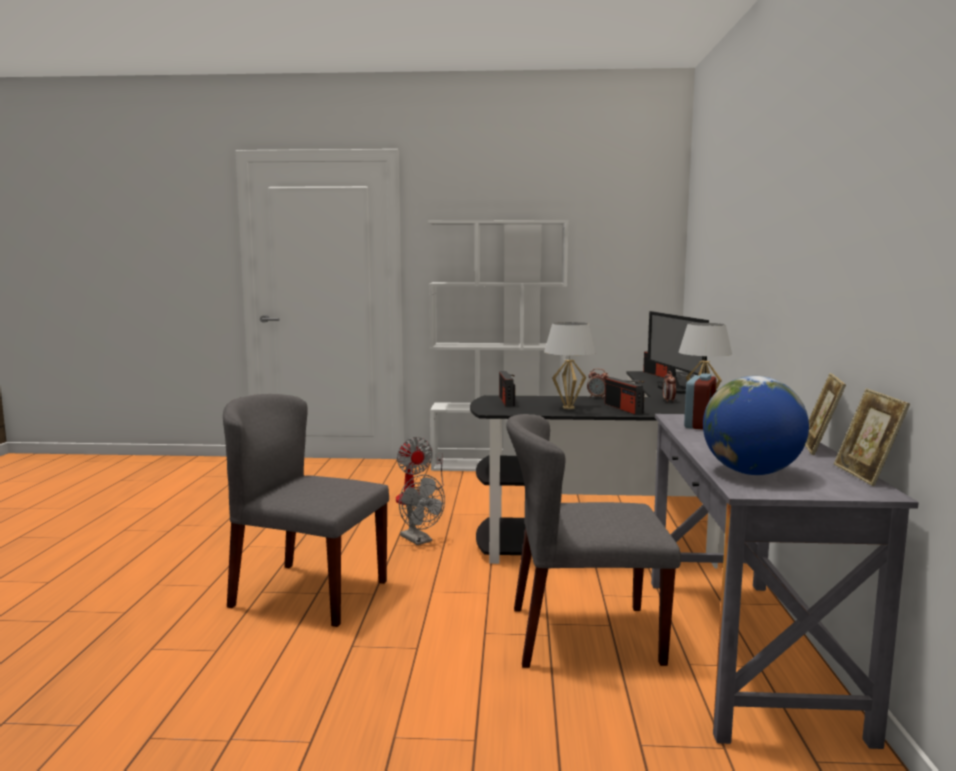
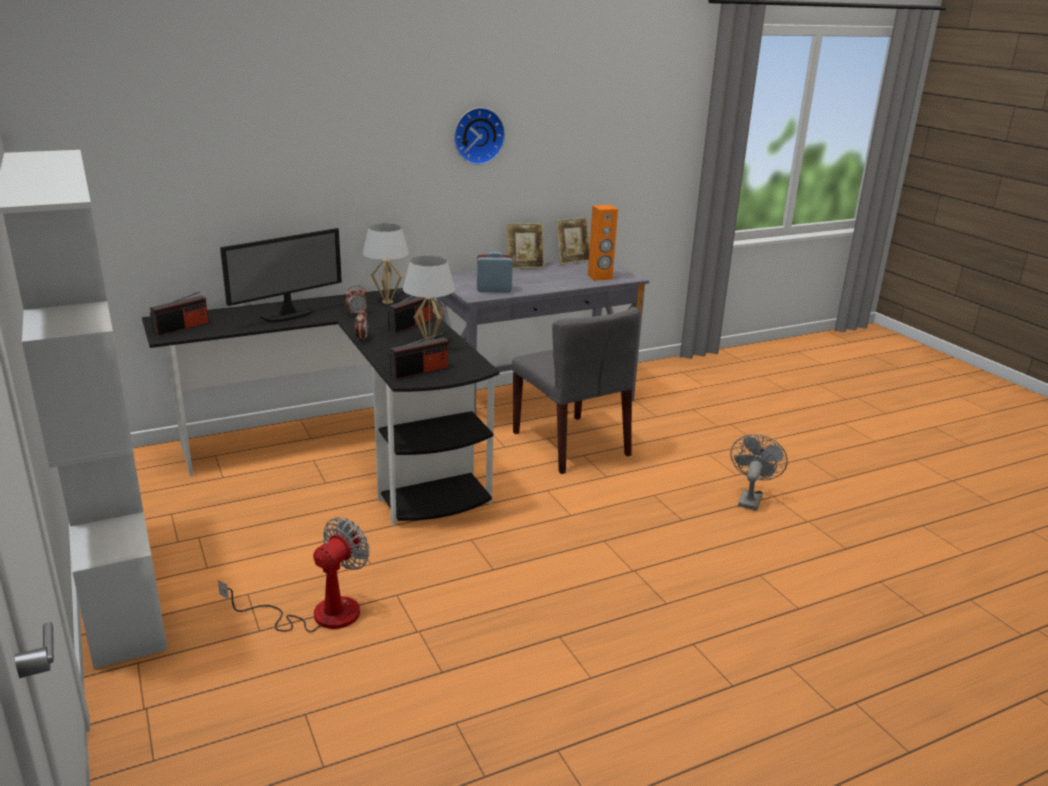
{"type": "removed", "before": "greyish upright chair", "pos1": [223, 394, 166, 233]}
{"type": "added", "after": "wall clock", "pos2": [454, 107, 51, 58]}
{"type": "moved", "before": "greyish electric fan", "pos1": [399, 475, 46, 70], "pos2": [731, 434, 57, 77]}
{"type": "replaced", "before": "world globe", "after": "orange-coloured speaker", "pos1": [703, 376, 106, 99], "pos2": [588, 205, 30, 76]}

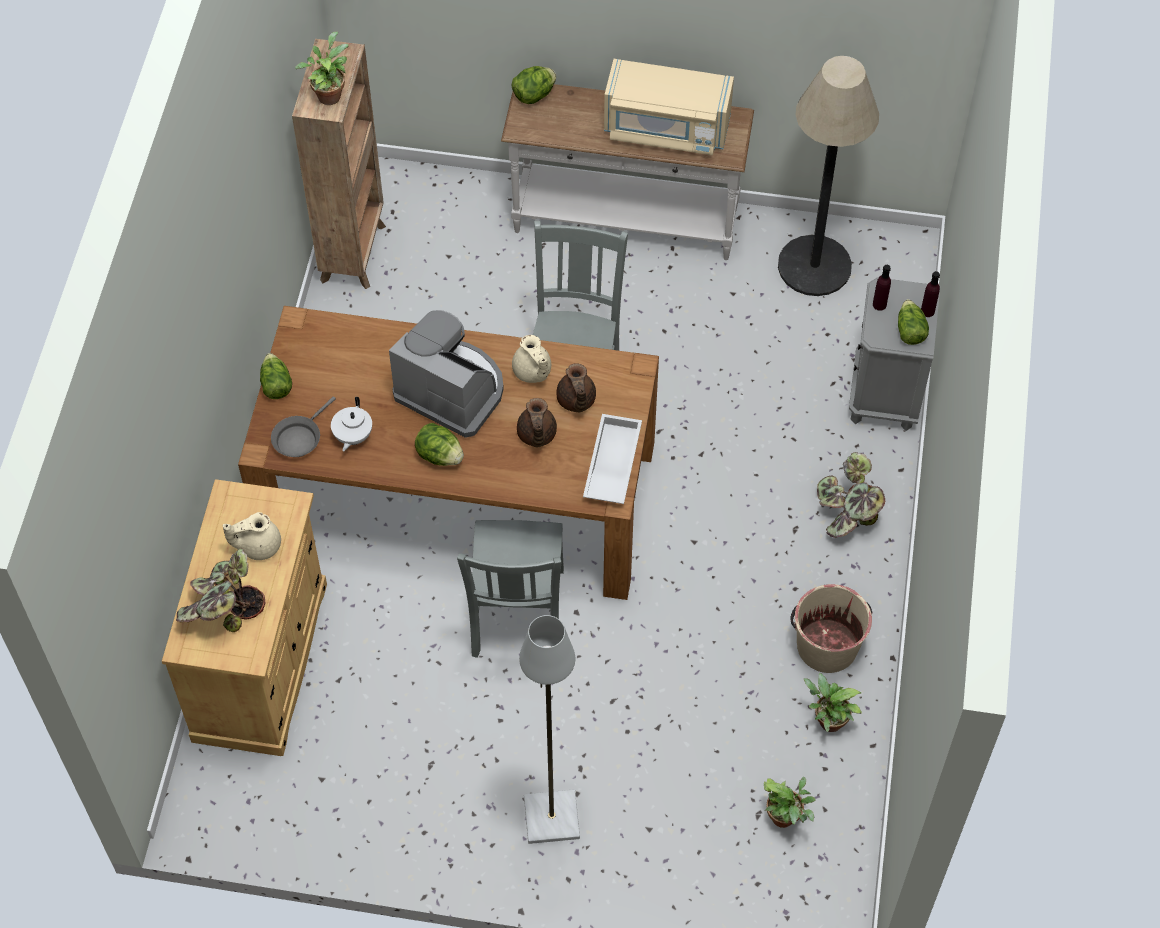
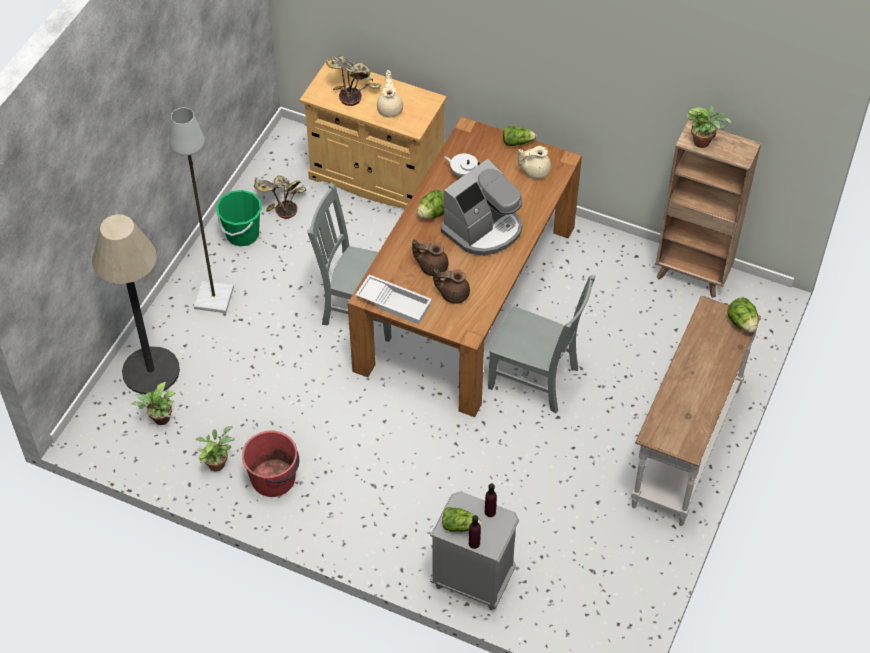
{"type": "removed", "before": "greyish skillet", "pos1": [271, 396, 65, 61]}
{"type": "removed", "before": "beige microwave", "pos1": [604, 59, 130, 96]}
{"type": "added", "after": "green water bucket", "pos2": [216, 190, 46, 56]}
{"type": "moved", "before": "beige teapot", "pos1": [512, 335, 39, 48], "pos2": [518, 146, 33, 33]}
{"type": "moved", "before": "standing lamp", "pos1": [778, 56, 101, 240], "pos2": [92, 214, 88, 180]}
{"type": "moved", "before": "plant in a pot", "pos1": [817, 452, 68, 86], "pos2": [254, 176, 52, 43]}
{"type": "recoloured", "before": "beige water bucket", "after": "reddish water bucket", "pos1": [790, 584, 83, 89], "pos2": [242, 430, 58, 67]}

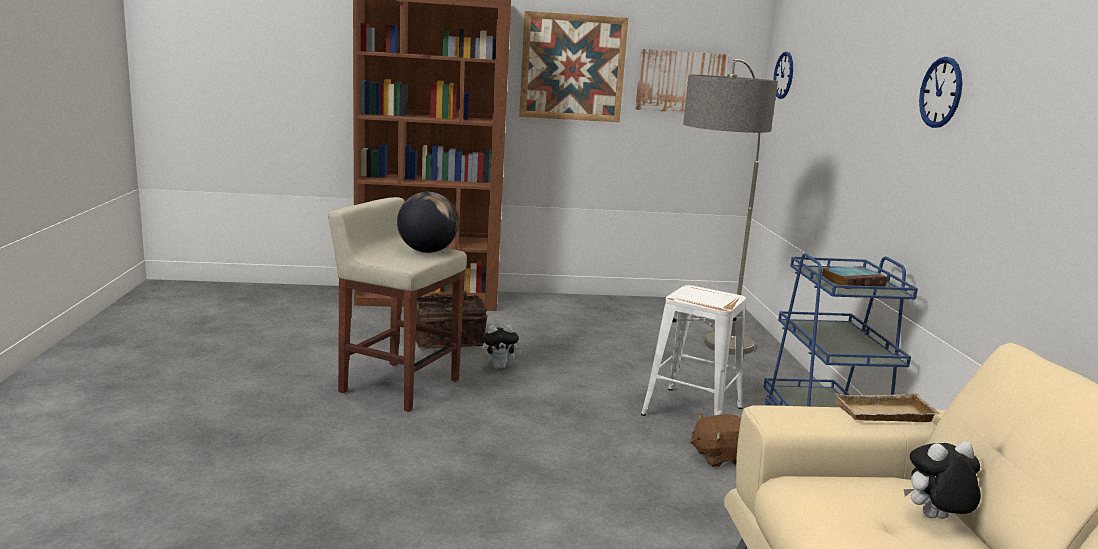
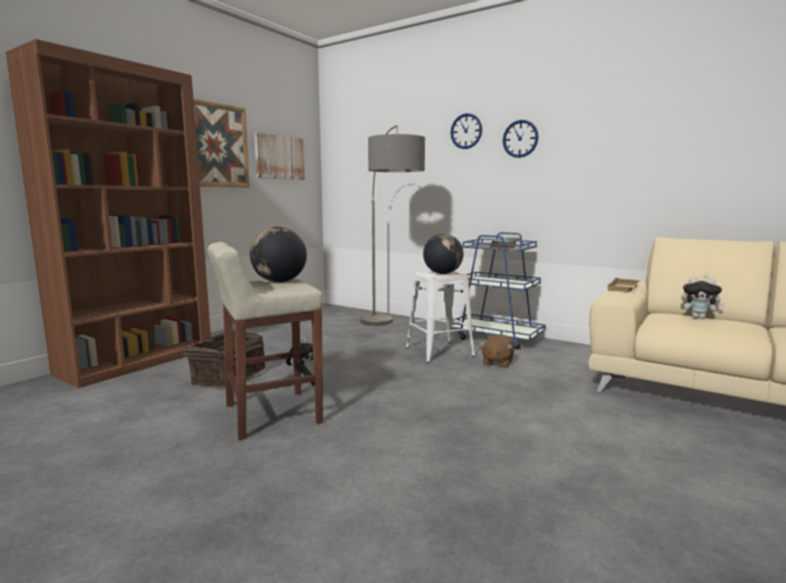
{"type": "added", "after": "world globe", "pos2": [423, 234, 41, 40]}
{"type": "moved", "before": "wall clock", "pos1": [773, 52, 20, 47], "pos2": [450, 113, 32, 36]}
{"type": "turned", "before": "cuddly toy", "pos1": [904, 441, 77, 78], "pos2": [681, 277, 44, 42], "turn": -90}

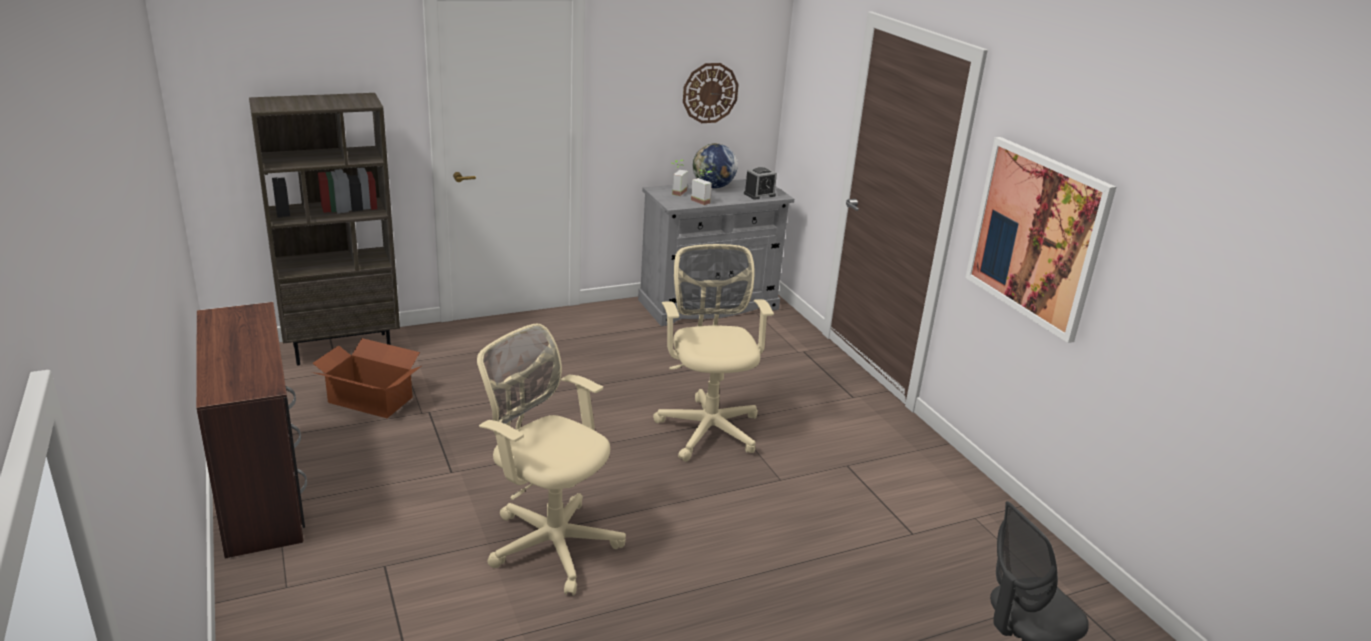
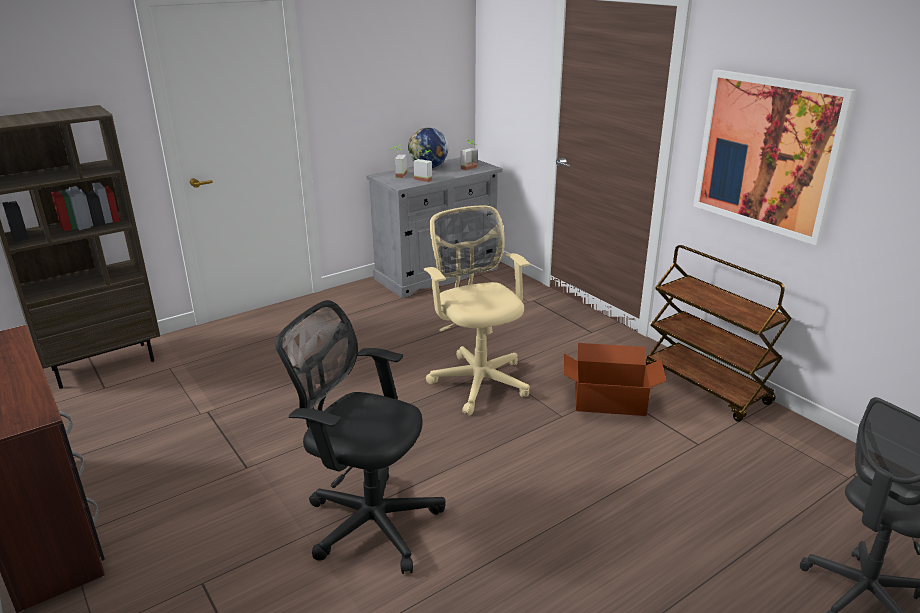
{"type": "removed", "before": "wall clock", "pos1": [683, 63, 56, 60]}
{"type": "added", "after": "brown-coloured cart", "pos2": [646, 245, 146, 177]}
{"type": "moved", "before": "packing box", "pos1": [312, 338, 109, 80], "pos2": [564, 343, 102, 73]}
{"type": "replaced", "before": "table clock", "after": "plant in a pot", "pos1": [744, 167, 33, 33], "pos2": [461, 140, 17, 31]}
{"type": "recoloured", "before": "beige computer chair", "after": "black computer chair", "pos1": [477, 324, 149, 271], "pos2": [275, 300, 170, 274]}

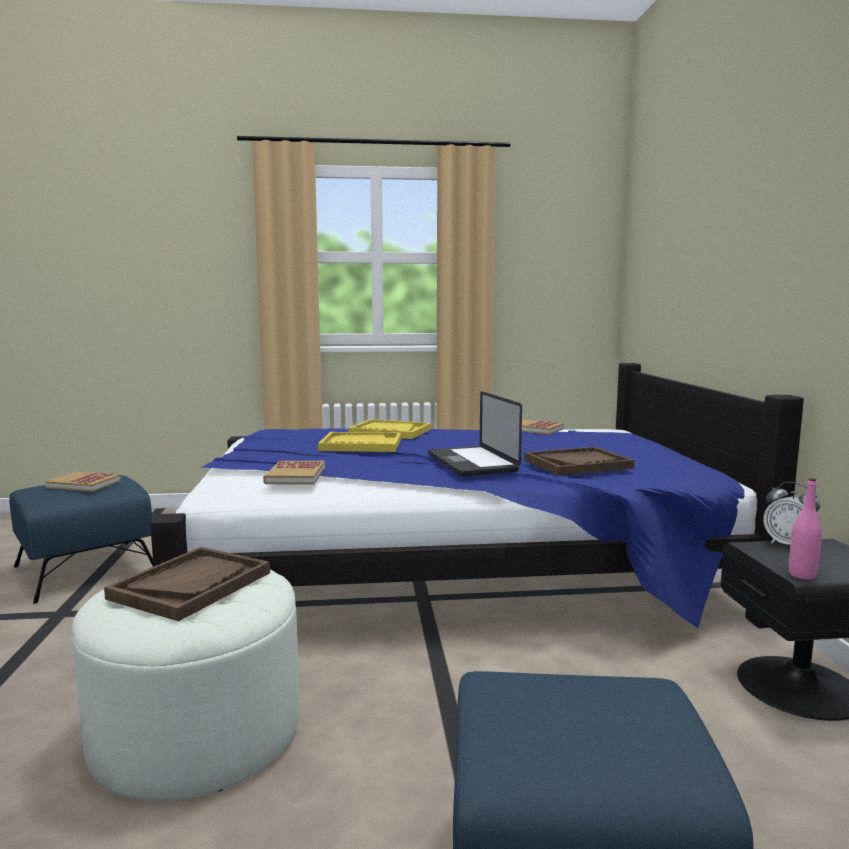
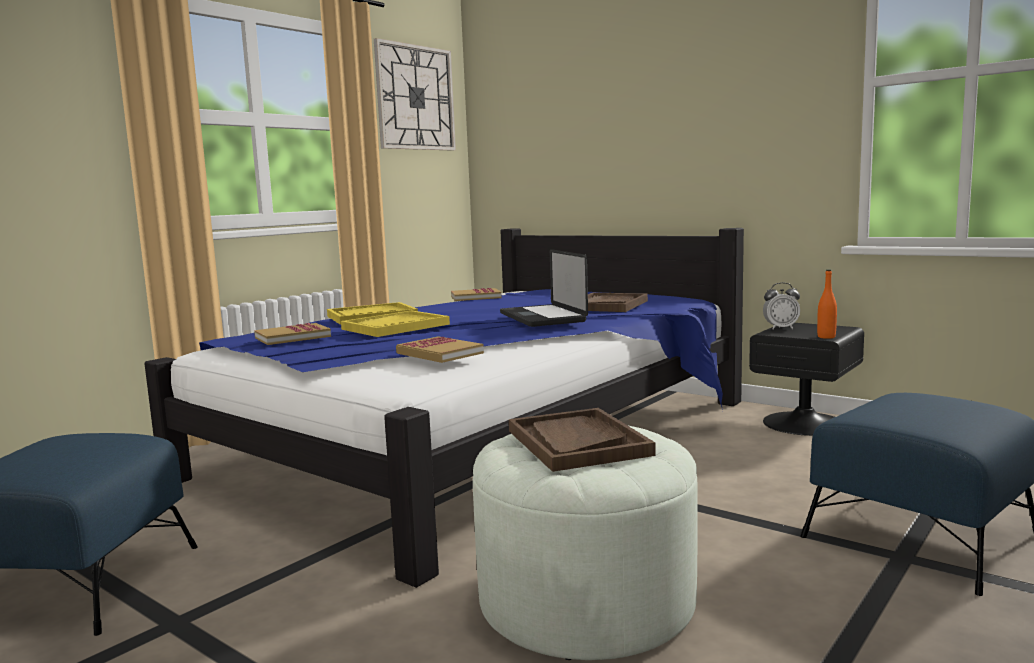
{"type": "added", "after": "wall clock", "pos2": [374, 38, 82, 113]}
{"type": "moved", "before": "bound book", "pos1": [45, 472, 76, 20], "pos2": [254, 323, 77, 22]}
{"type": "recoloured", "before": "pinkish drink bottle", "after": "orange-coloured drink bottle", "pos1": [789, 478, 33, 102], "pos2": [817, 269, 20, 70]}
{"type": "turned", "before": "notebook computer", "pos1": [428, 391, 94, 85], "pos2": [500, 249, 88, 78], "turn": 45}

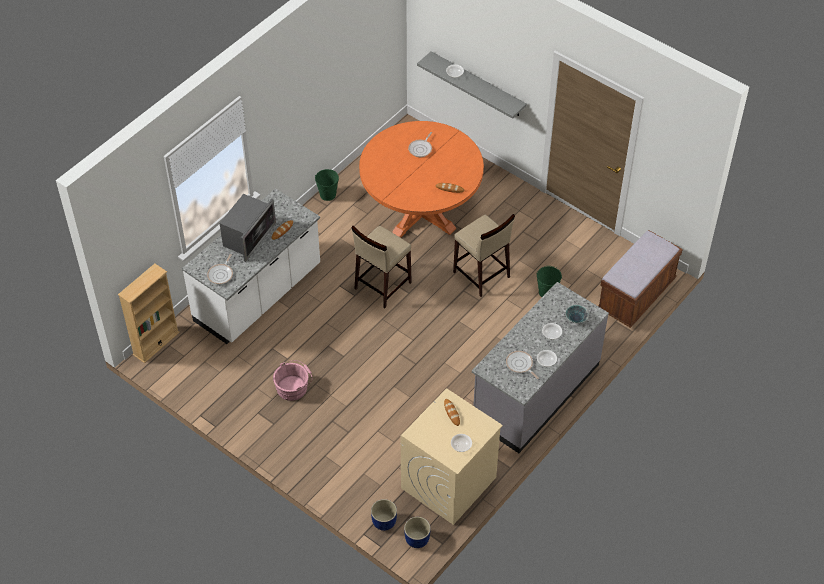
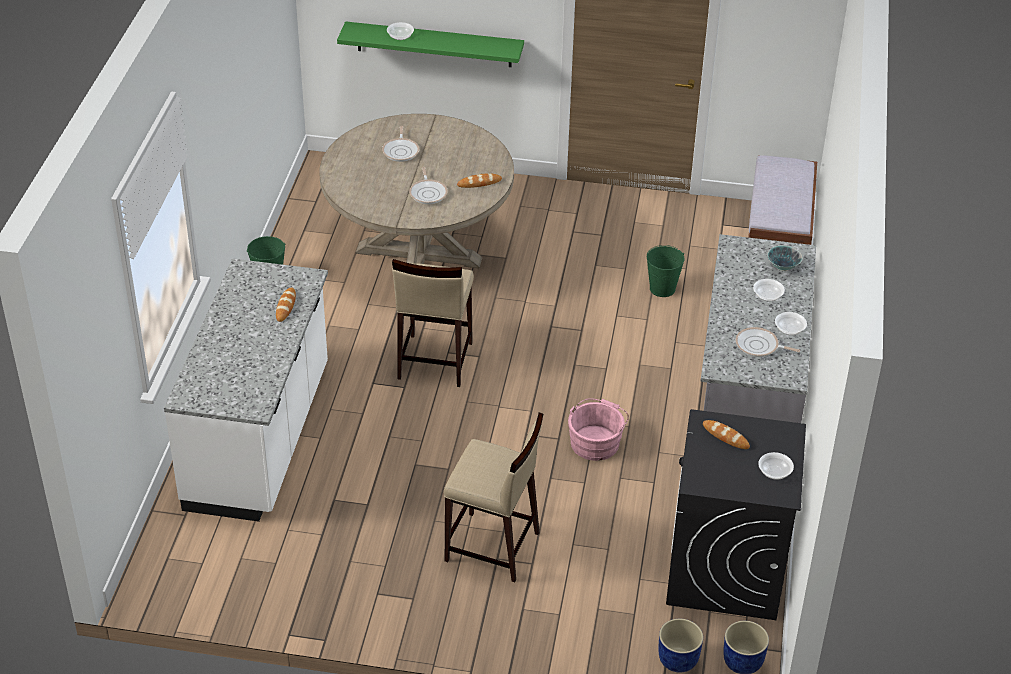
{"type": "removed", "before": "beige bookcase", "pos1": [118, 264, 62, 99]}
{"type": "removed", "before": "microwave", "pos1": [220, 194, 56, 68]}
{"type": "moved", "before": "skillet", "pos1": [207, 254, 26, 30], "pos2": [409, 167, 39, 37]}
{"type": "moved", "before": "pinkish water bucket", "pos1": [273, 360, 39, 41], "pos2": [568, 398, 61, 63]}
{"type": "moved", "before": "beige sitting stool", "pos1": [453, 214, 62, 83], "pos2": [444, 412, 99, 170]}
{"type": "recoloured", "before": "orange-coloured kitchen table", "after": "beige kitchen table", "pos1": [359, 121, 125, 117], "pos2": [319, 114, 195, 154]}
{"type": "recoloured", "before": "beige washing machine", "after": "black washing machine", "pos1": [400, 388, 103, 137], "pos2": [666, 409, 140, 211]}
{"type": "recoloured", "before": "greyish wall shelf", "after": "green wall shelf", "pos1": [417, 51, 110, 68], "pos2": [337, 21, 187, 46]}

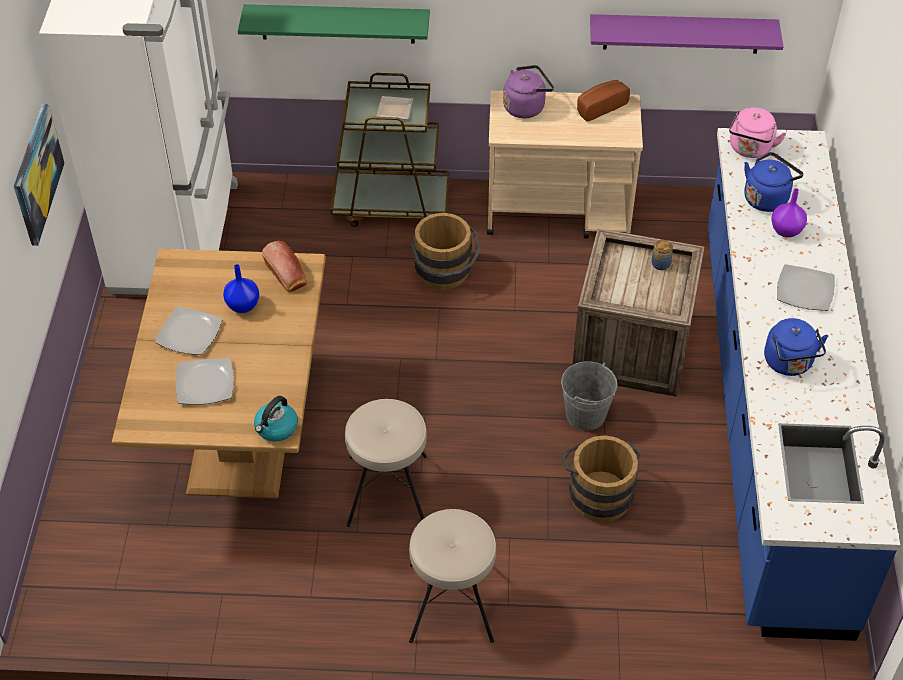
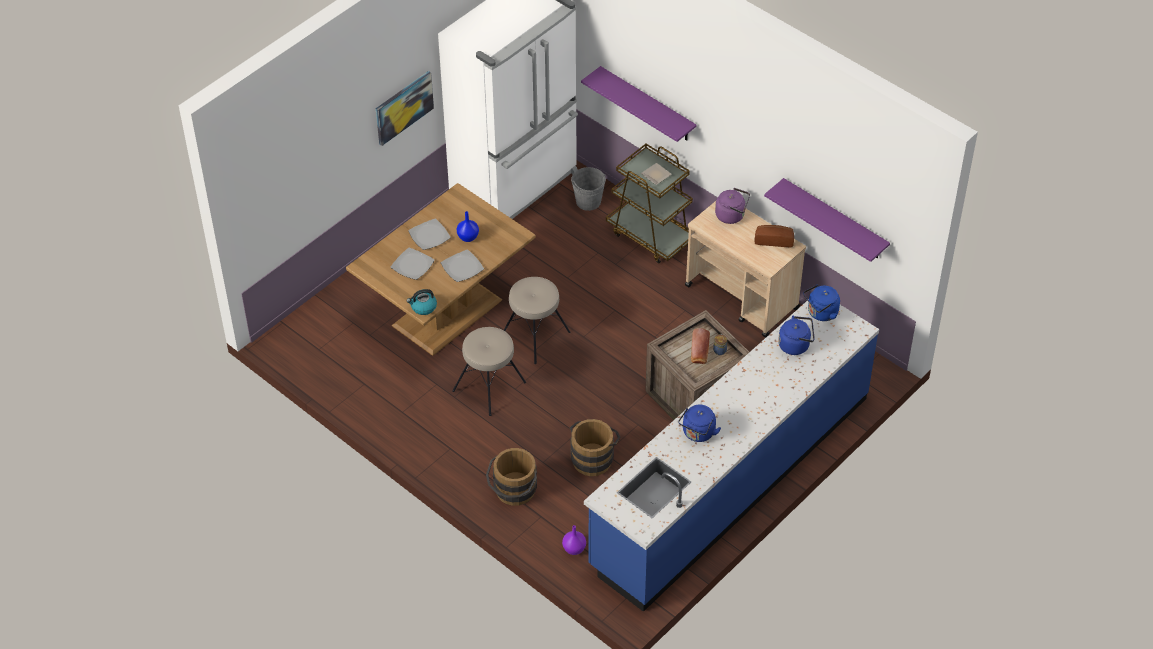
{"type": "moved", "before": "baked bread", "pos1": [262, 241, 45, 51], "pos2": [691, 328, 19, 36]}
{"type": "moved", "before": "beige sitting stool", "pos1": [409, 509, 87, 134], "pos2": [504, 277, 66, 87]}
{"type": "moved", "before": "brown-coloured water bucket", "pos1": [411, 213, 69, 77], "pos2": [486, 448, 51, 58]}
{"type": "moved", "before": "greyish water bucket", "pos1": [561, 361, 56, 70], "pos2": [571, 167, 35, 44]}
{"type": "moved", "before": "purple decorative vase", "pos1": [772, 188, 35, 50], "pos2": [562, 525, 24, 30]}
{"type": "moved", "before": "plate", "pos1": [777, 264, 58, 47], "pos2": [441, 249, 43, 33]}
{"type": "recoloured", "before": "green wall shelf", "after": "purple wall shelf", "pos1": [238, 4, 192, 40], "pos2": [581, 66, 116, 76]}
{"type": "recoloured", "before": "pinkish water kettle", "after": "blue water kettle", "pos1": [729, 107, 57, 51], "pos2": [803, 284, 37, 37]}

